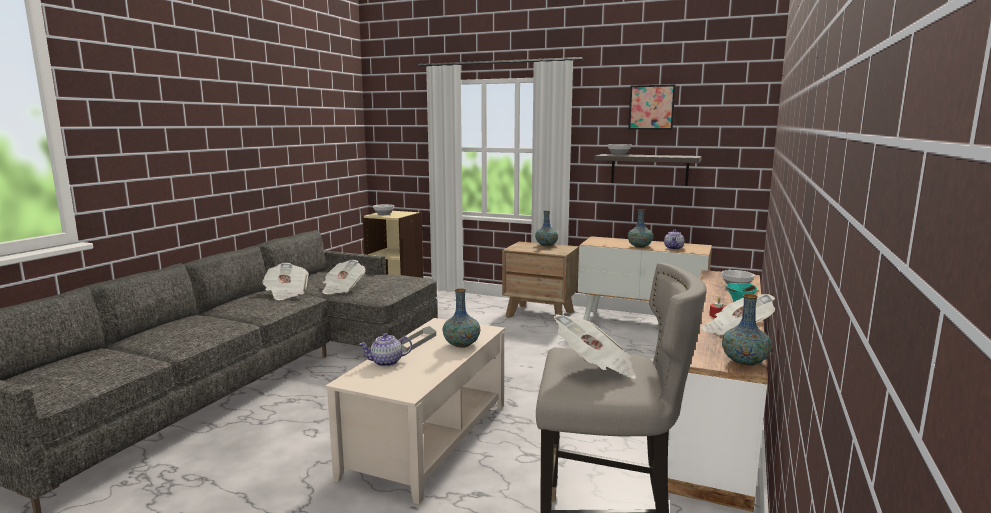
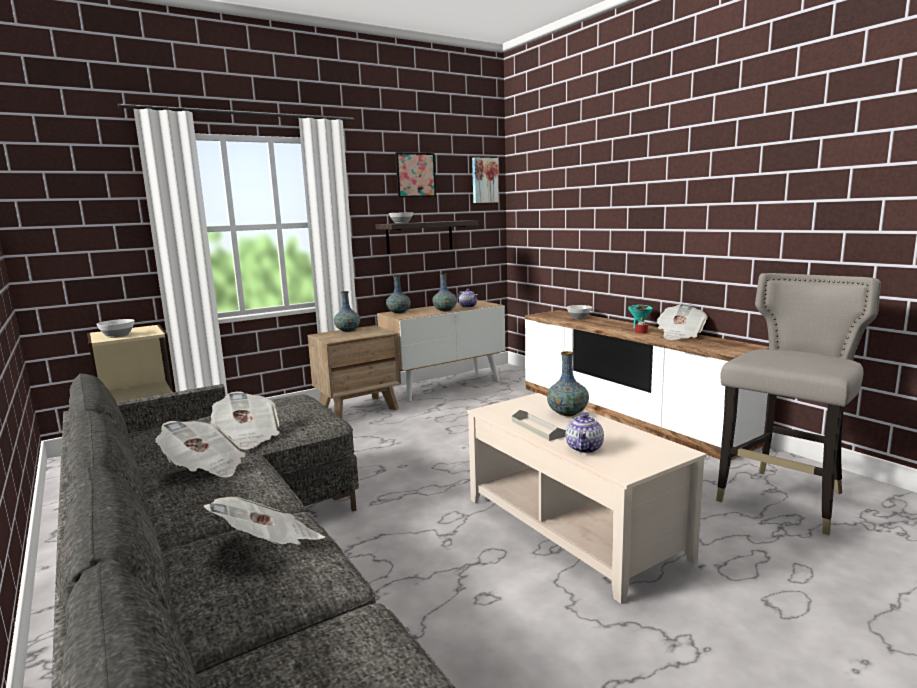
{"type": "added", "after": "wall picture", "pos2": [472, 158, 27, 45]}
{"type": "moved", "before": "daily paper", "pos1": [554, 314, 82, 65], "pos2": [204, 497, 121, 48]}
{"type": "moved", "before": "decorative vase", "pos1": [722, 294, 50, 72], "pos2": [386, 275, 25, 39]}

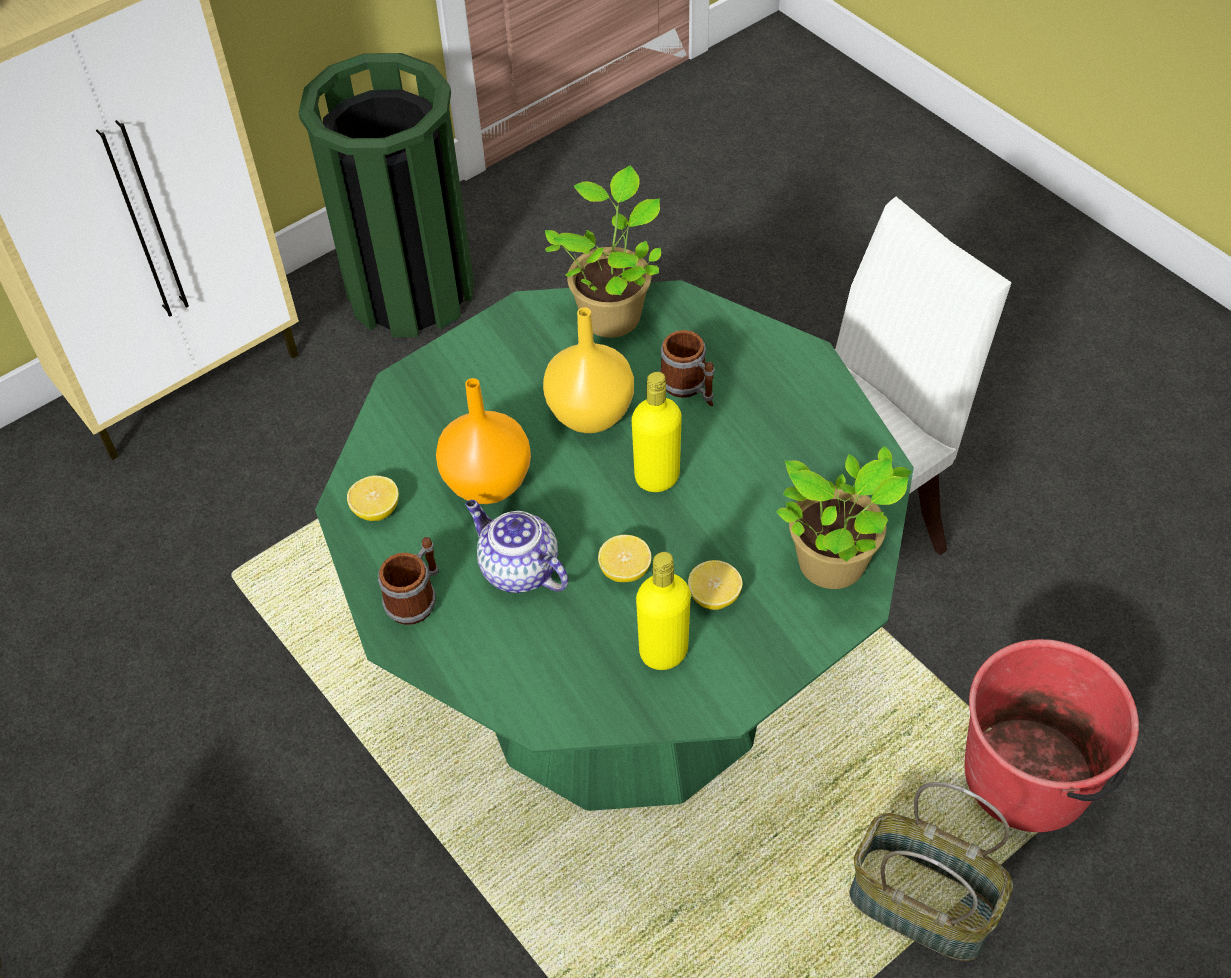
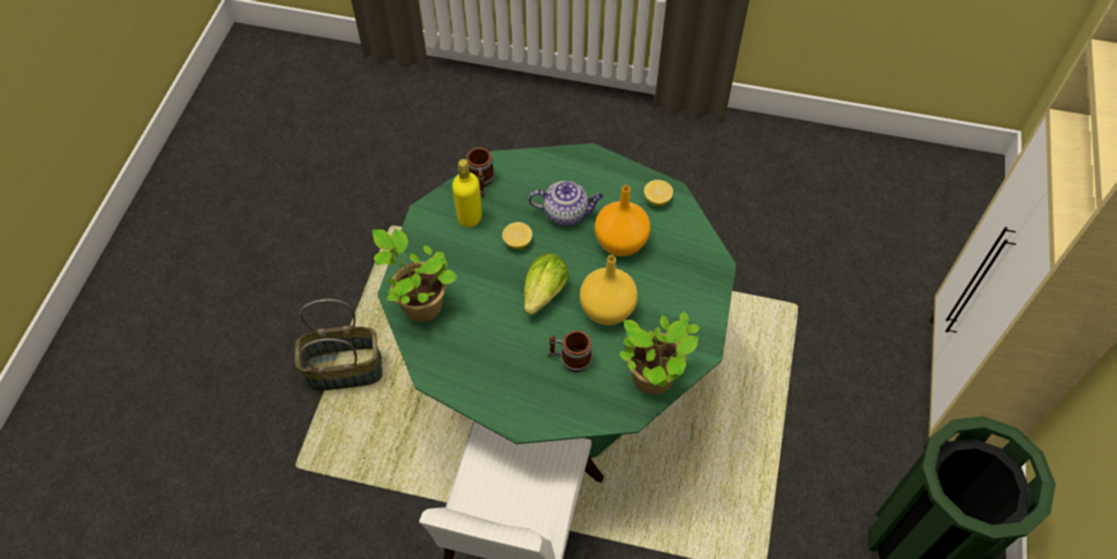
{"type": "removed", "before": "lemon", "pos1": [688, 560, 55, 50]}
{"type": "removed", "before": "reddish water bucket", "pos1": [965, 639, 174, 193]}
{"type": "moved", "before": "tea mug", "pos1": [378, 537, 61, 88], "pos2": [466, 147, 29, 50]}
{"type": "replaced", "before": "yellow drink bottle", "after": "lettuce", "pos1": [632, 372, 50, 120], "pos2": [524, 254, 45, 61]}

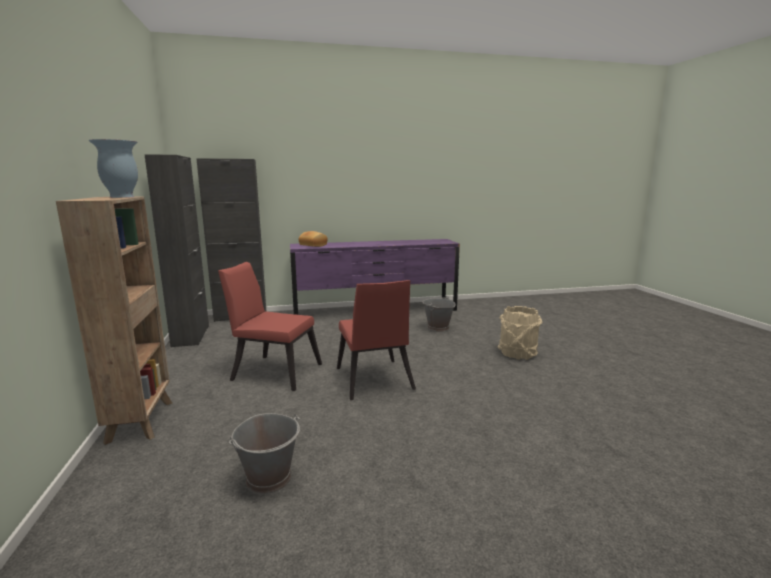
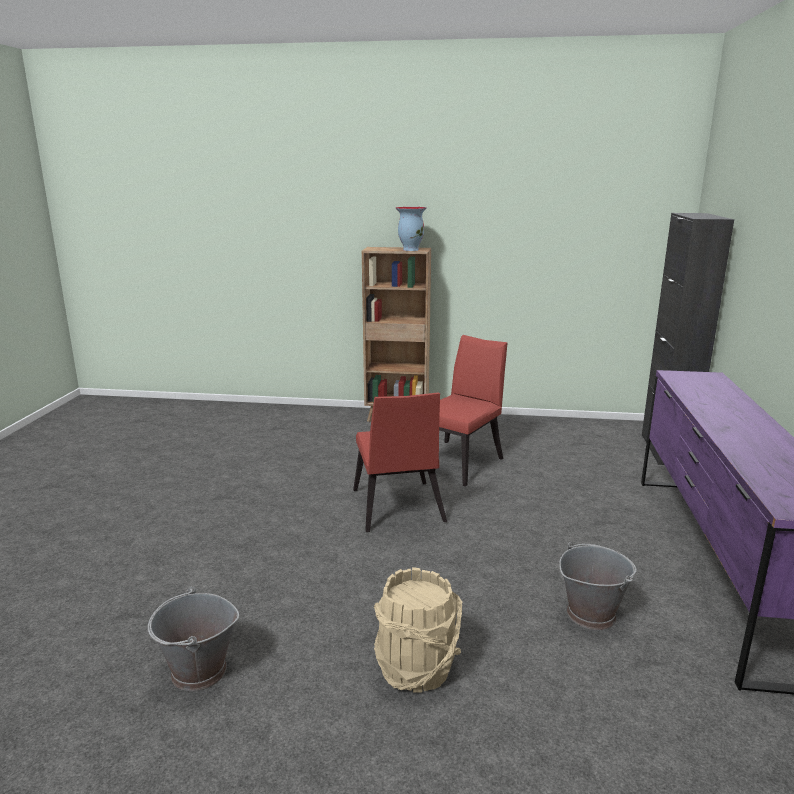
{"type": "removed", "before": "black cupboard", "pos1": [144, 154, 65, 193]}
{"type": "removed", "before": "baked bread", "pos1": [299, 231, 29, 16]}
{"type": "moved", "before": "greyish water bucket", "pos1": [229, 413, 71, 81], "pos2": [148, 586, 91, 106]}
{"type": "turned", "before": "reddish upright chair", "pos1": [337, 280, 79, 120], "pos2": [353, 393, 94, 139], "turn": -105}

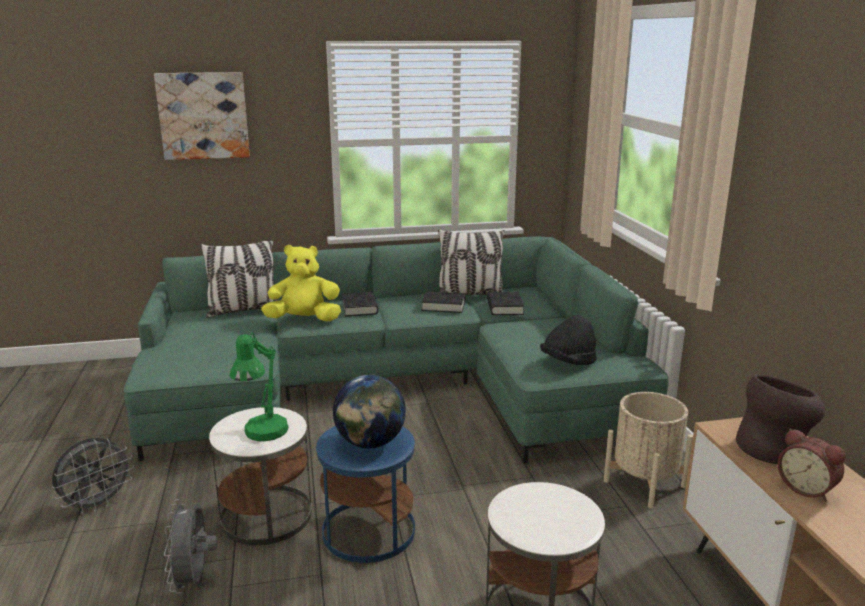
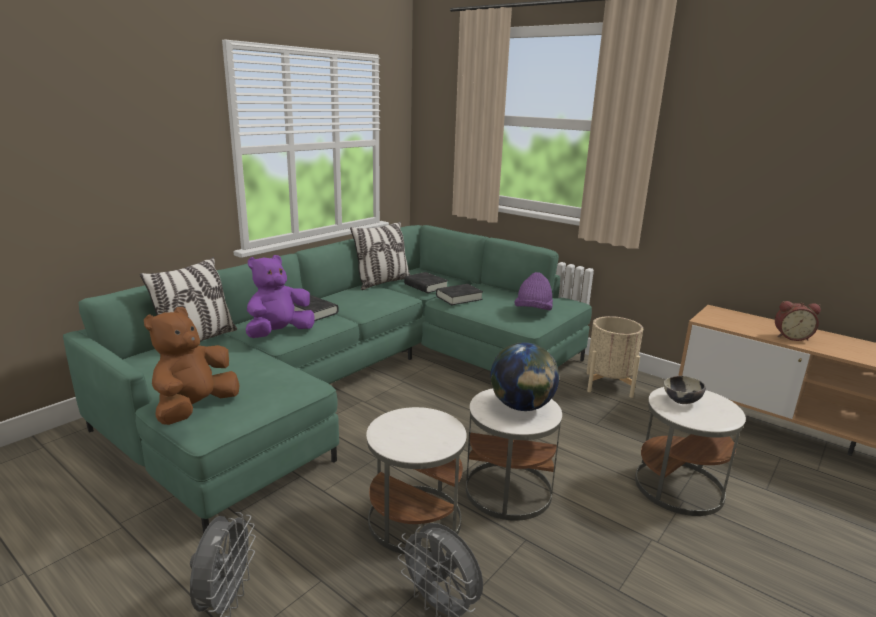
{"type": "removed", "before": "wall picture", "pos1": [154, 72, 96, 88]}
{"type": "removed", "before": "green table lamp", "pos1": [230, 332, 59, 109]}
{"type": "removed", "before": "brown-coloured decorative vase", "pos1": [736, 374, 89, 90]}
{"type": "added", "after": "brown-coloured cuddly toy", "pos2": [144, 307, 95, 118]}
{"type": "added", "after": "deep dish", "pos2": [664, 376, 42, 28]}
{"type": "moved", "before": "black bound book", "pos1": [421, 292, 44, 21], "pos2": [436, 284, 47, 21]}
{"type": "recoloured", "before": "yellow cuddly toy", "after": "purple cuddly toy", "pos1": [261, 245, 80, 76], "pos2": [246, 255, 68, 83]}
{"type": "recoloured", "before": "blue accent table", "after": "white-coloured accent table", "pos1": [316, 426, 99, 137], "pos2": [466, 388, 96, 133]}
{"type": "recoloured", "before": "black wearable hat", "after": "purple wearable hat", "pos1": [540, 315, 57, 50], "pos2": [515, 272, 38, 38]}

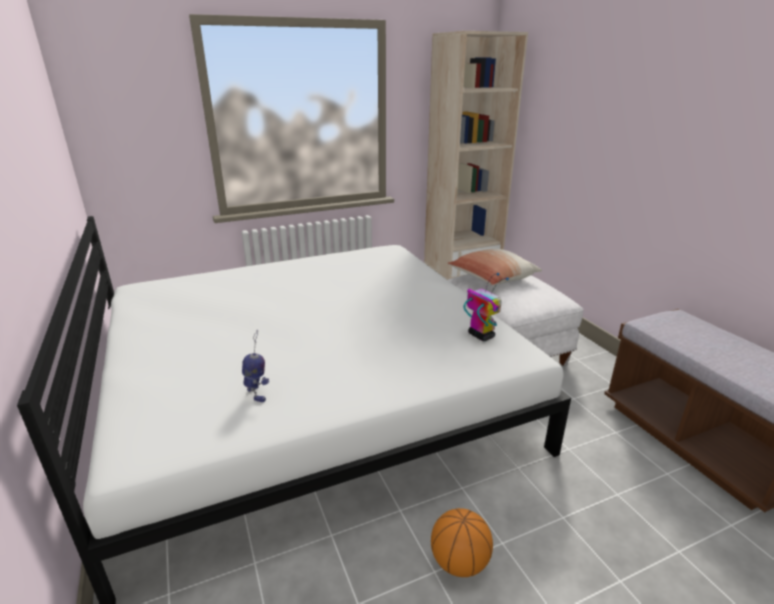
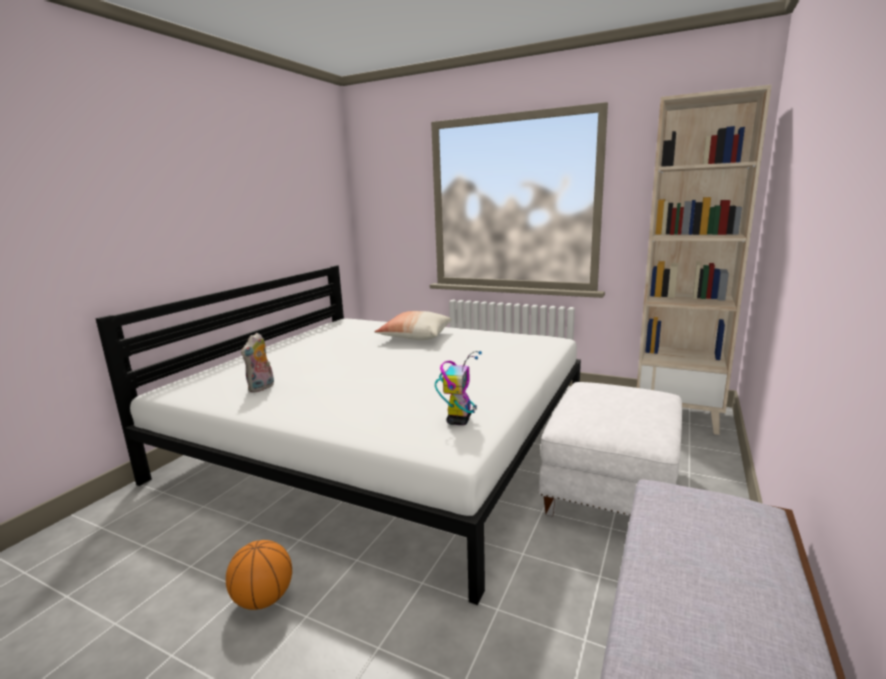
{"type": "moved", "before": "pillow", "pos1": [448, 249, 94, 36], "pos2": [374, 311, 77, 29]}
{"type": "replaced", "before": "model robot", "after": "cuddly toy", "pos1": [242, 331, 27, 71], "pos2": [241, 333, 33, 60]}

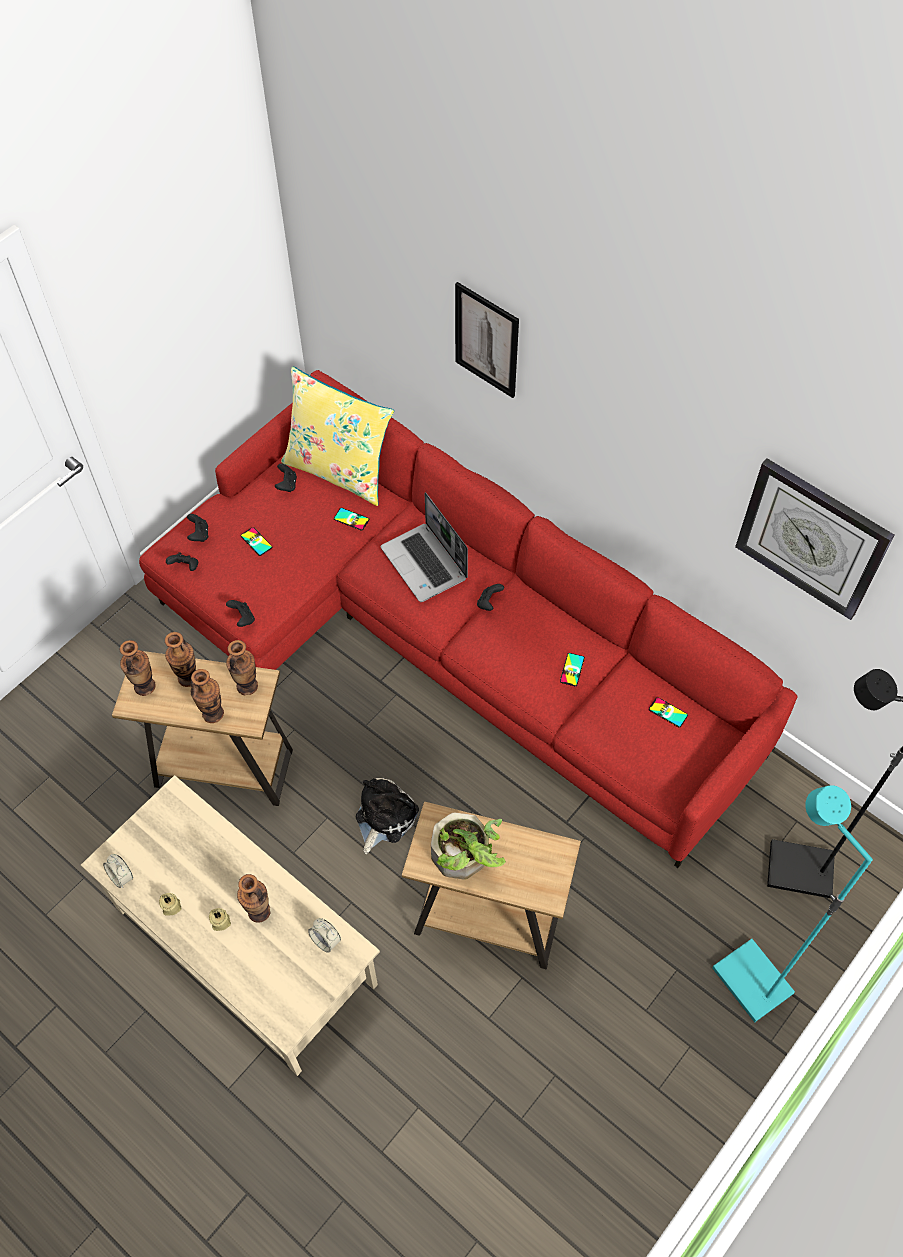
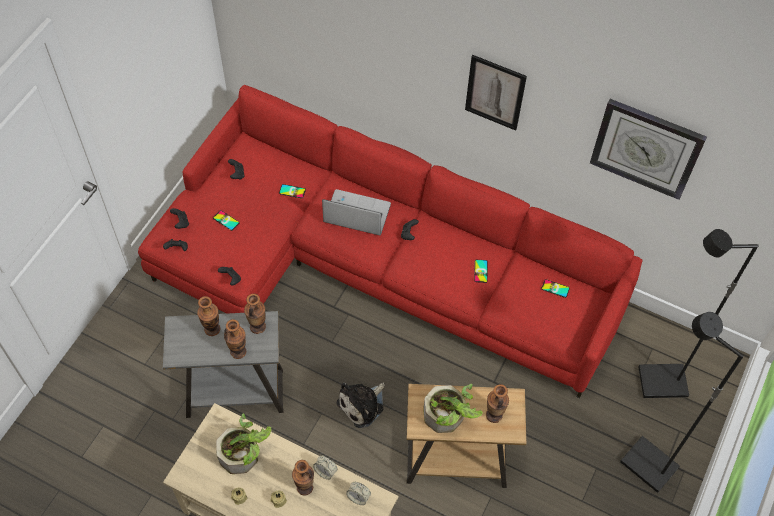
{"type": "removed", "before": "yellow pillow", "pos1": [281, 366, 113, 140]}
{"type": "added", "after": "plant in a pot", "pos2": [216, 413, 56, 61]}
{"type": "moved", "before": "table clock", "pos1": [103, 854, 30, 34], "pos2": [313, 455, 24, 25]}
{"type": "moved", "before": "decorative vase", "pos1": [120, 640, 36, 56], "pos2": [486, 384, 23, 39]}
{"type": "moved", "before": "wall picture", "pos1": [455, 282, 64, 116], "pos2": [465, 55, 62, 76]}
{"type": "recoloured", "before": "brown-coloured accent table", "after": "greyish accent table", "pos1": [112, 651, 181, 155], "pos2": [163, 311, 121, 107]}
{"type": "recoloured", "before": "turquoise-coloured standing lamp", "after": "black standing lamp", "pos1": [712, 785, 161, 237], "pos2": [620, 312, 124, 181]}
{"type": "turned", "before": "cuddly toy", "pos1": [356, 778, 63, 76], "pos2": [336, 383, 49, 45], "turn": -150}
{"type": "turned", "before": "notebook computer", "pos1": [381, 492, 87, 110], "pos2": [322, 189, 69, 46], "turn": 150}

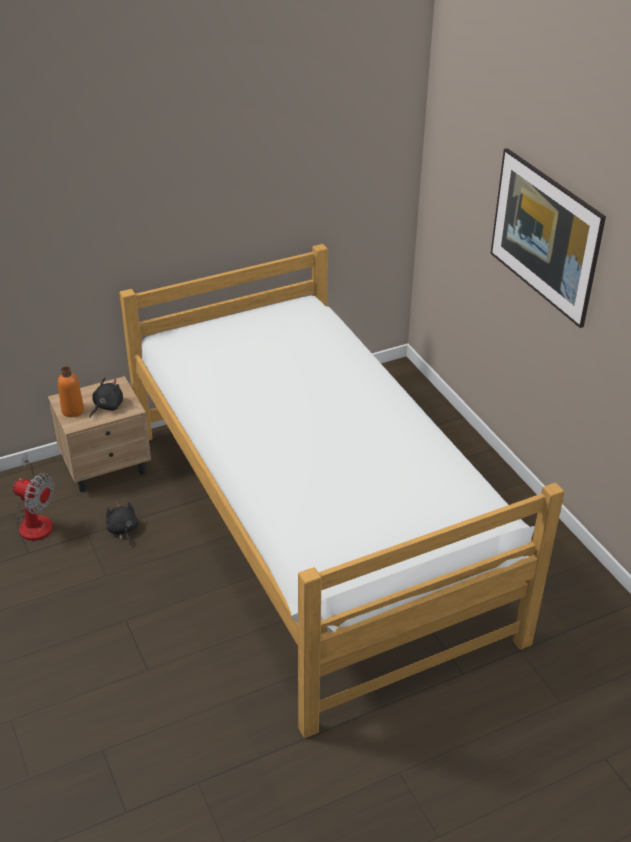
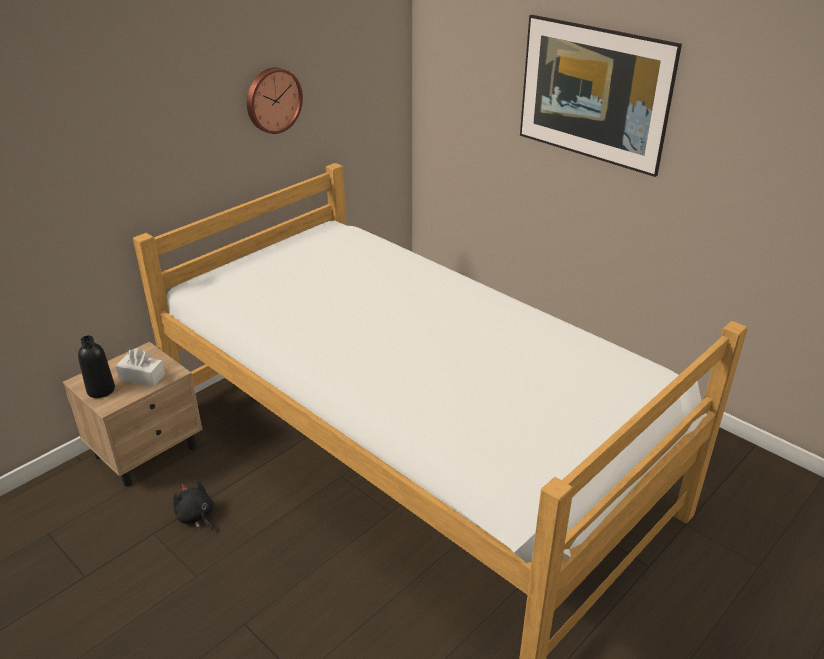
{"type": "removed", "before": "electric fan", "pos1": [13, 453, 41, 88]}
{"type": "added", "after": "wall clock", "pos2": [247, 67, 56, 67]}
{"type": "replaced", "before": "black cuddly toy", "after": "white-coloured tissue holder", "pos1": [89, 377, 34, 41], "pos2": [116, 348, 49, 38]}
{"type": "recoloured", "before": "orange-coloured drink bottle", "after": "black drink bottle", "pos1": [58, 366, 26, 51], "pos2": [78, 335, 37, 63]}

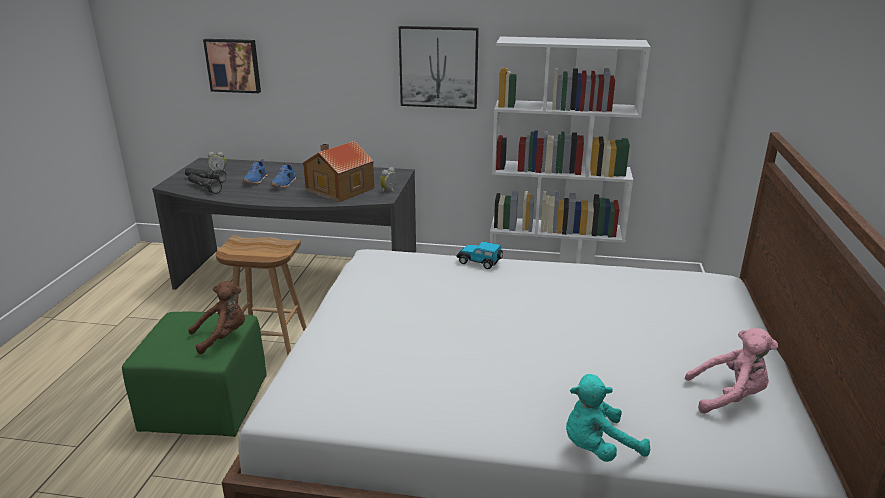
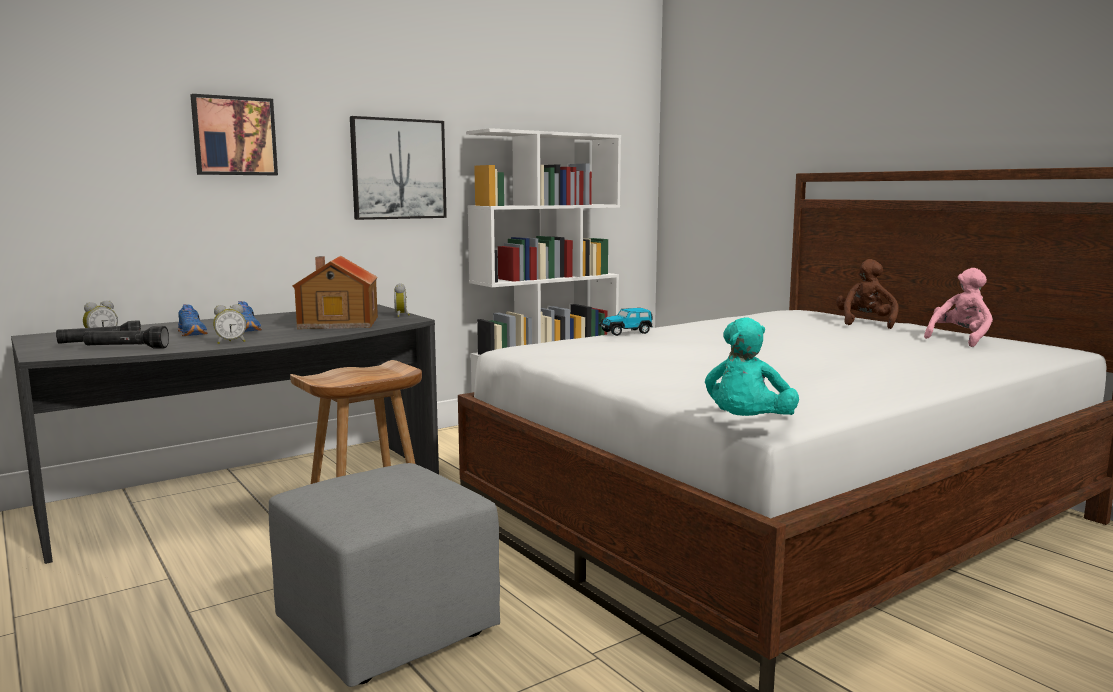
{"type": "added", "after": "table clock", "pos2": [213, 304, 33, 40]}
{"type": "moved", "before": "brown-coloured cuddly toy", "pos1": [188, 281, 57, 73], "pos2": [836, 259, 63, 70]}
{"type": "moved", "before": "wall picture", "pos1": [203, 39, 58, 54], "pos2": [191, 94, 87, 81]}
{"type": "moved", "before": "turquoise-coloured cuddly toy", "pos1": [566, 374, 84, 88], "pos2": [705, 317, 94, 99]}
{"type": "recoloured", "before": "green pouffe", "after": "greyish pouffe", "pos1": [122, 312, 145, 125], "pos2": [269, 463, 231, 224]}

